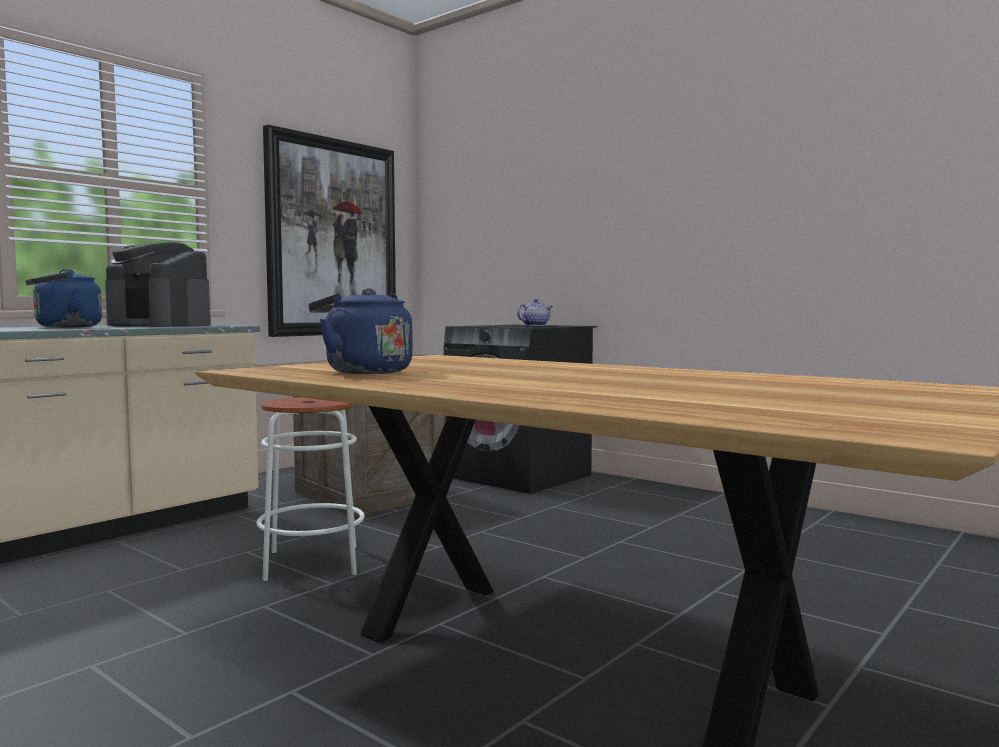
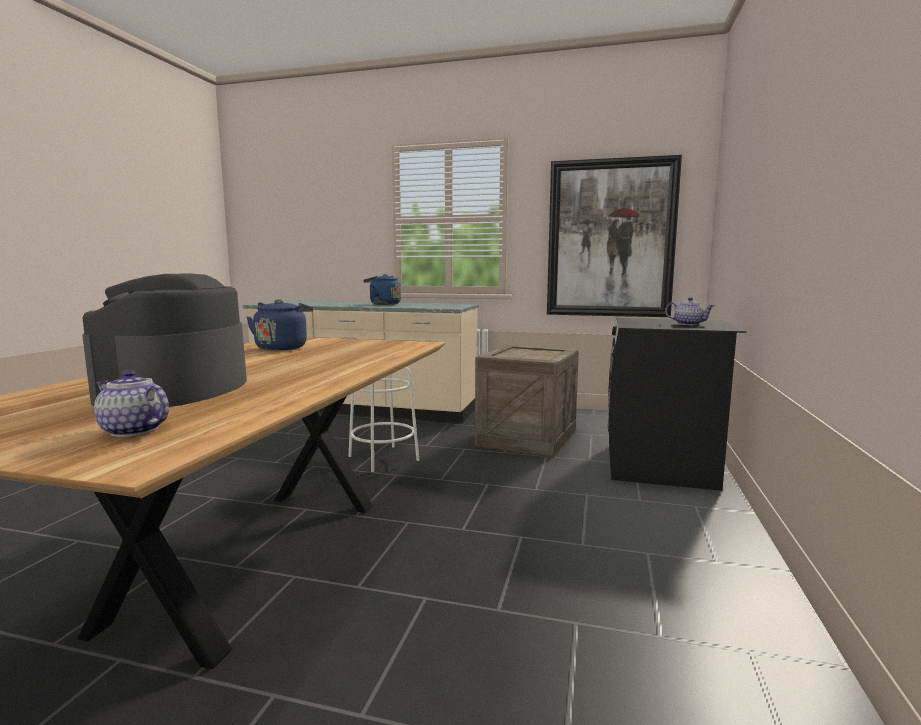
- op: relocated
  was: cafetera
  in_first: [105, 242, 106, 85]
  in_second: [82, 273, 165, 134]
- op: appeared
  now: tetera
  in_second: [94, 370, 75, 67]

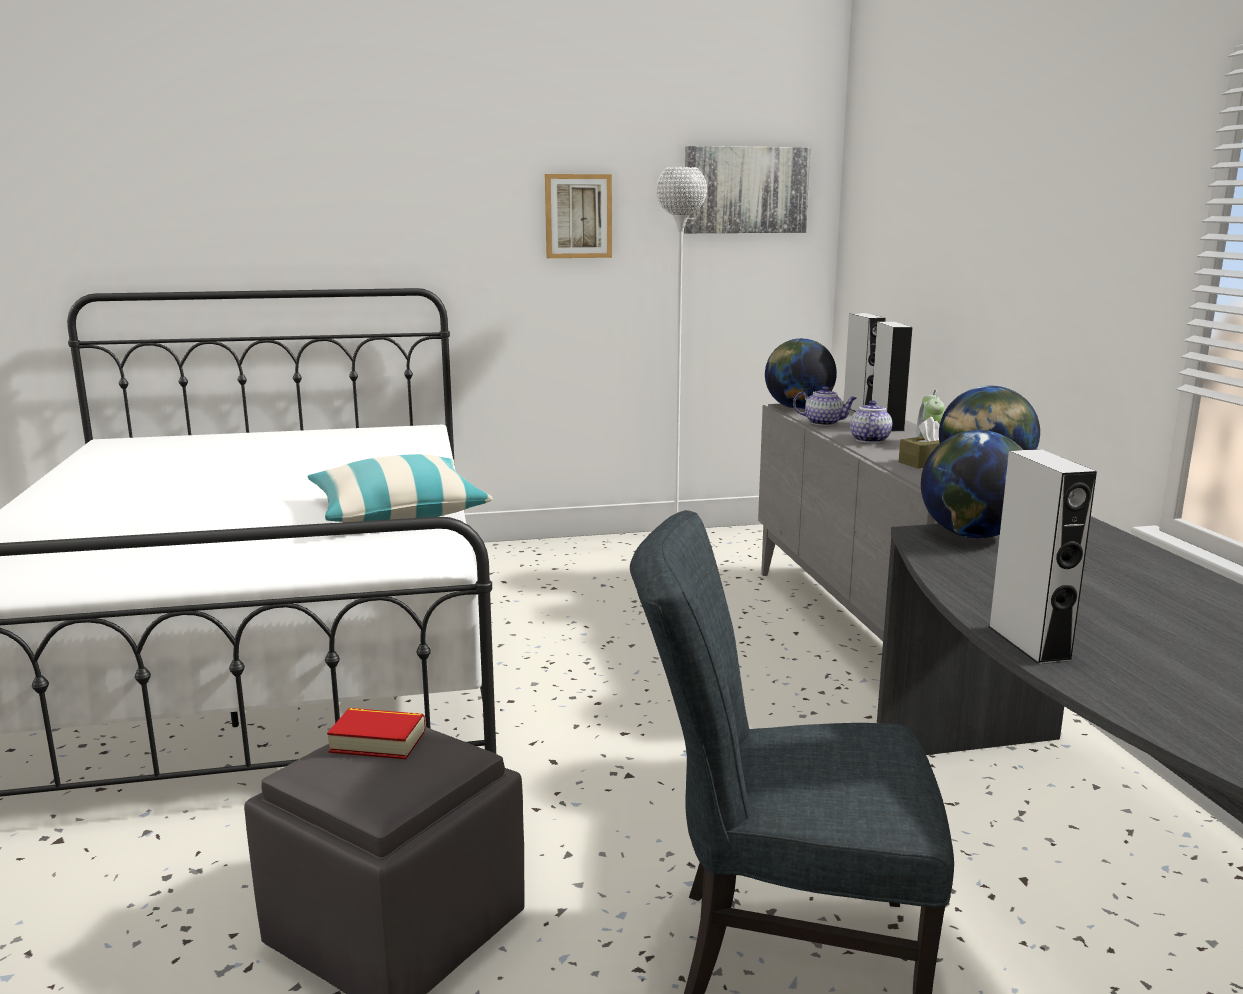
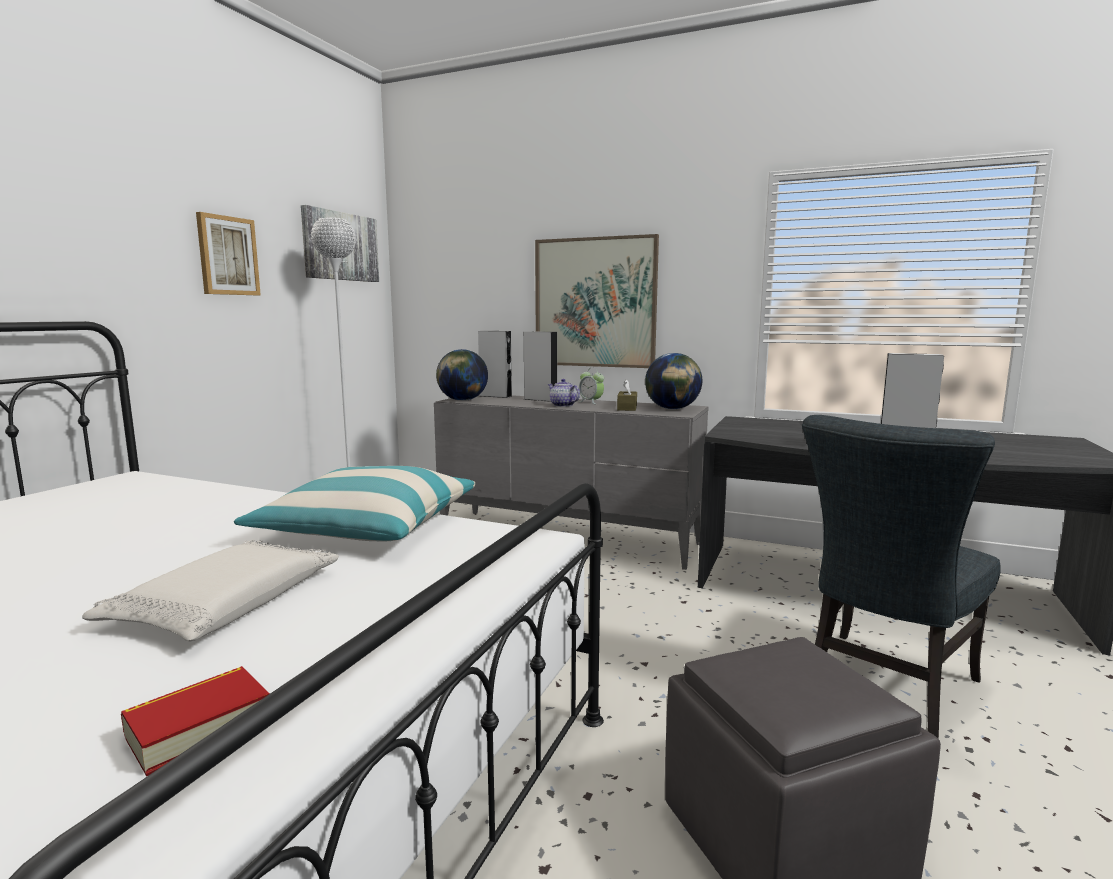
- op: missing
  was: tetera
  in_first: [793, 386, 64, 40]
- op: missing
  was: globo terráqueo
  in_first: [921, 430, 102, 108]
- op: relocated
  was: libro
  in_first: [327, 708, 98, 51]
  in_second: [121, 666, 149, 110]
- op: appeared
  now: cuadro
  in_second: [535, 234, 124, 134]
- op: appeared
  now: cojín (blanco)
  in_second: [82, 540, 257, 101]

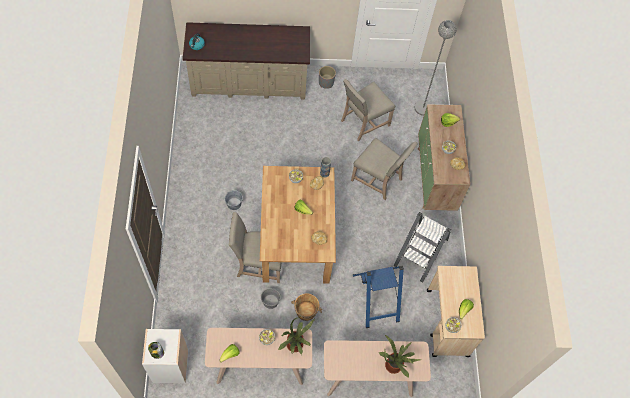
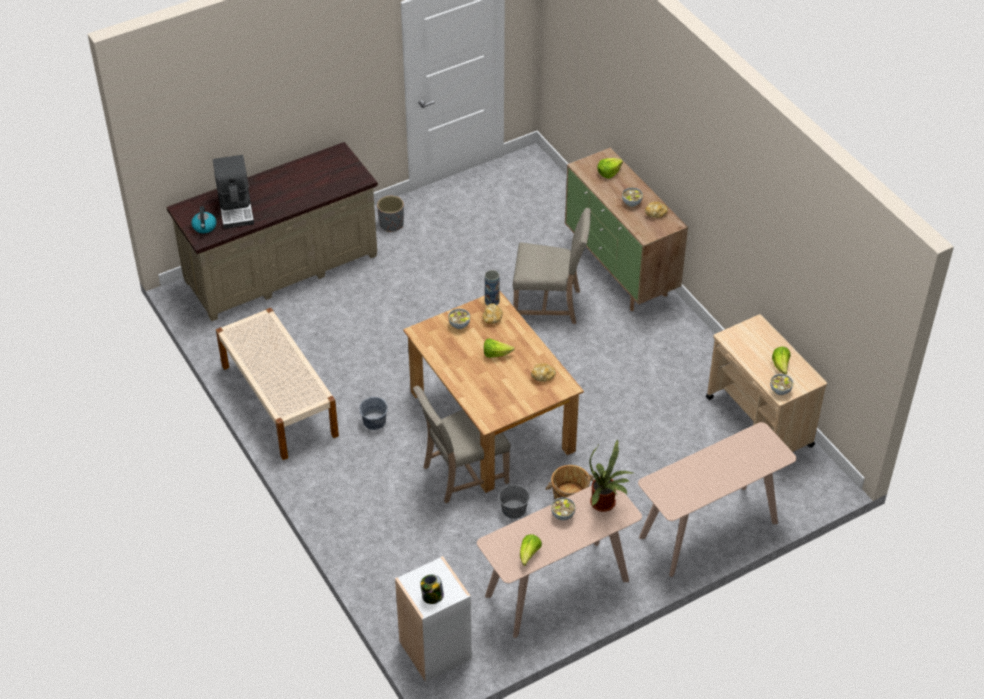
- op: missing
  was: lámpara de pie (gris)
  in_first: [415, 20, 42, 96]
- op: missing
  was: silla (beis)
  in_first: [341, 79, 54, 62]
- op: missing
  was: escalera de tijera (gris)
  in_first: [393, 212, 58, 71]
- op: missing
  was: escalera de tijera (azul)
  in_first: [353, 266, 51, 62]
- op: missing
  was: planta en maceta
  in_first: [379, 335, 42, 43]
- op: appeared
  now: cafetera
  in_second: [213, 155, 41, 74]
- op: appeared
  now: banco (beis)
  in_second: [216, 308, 123, 152]

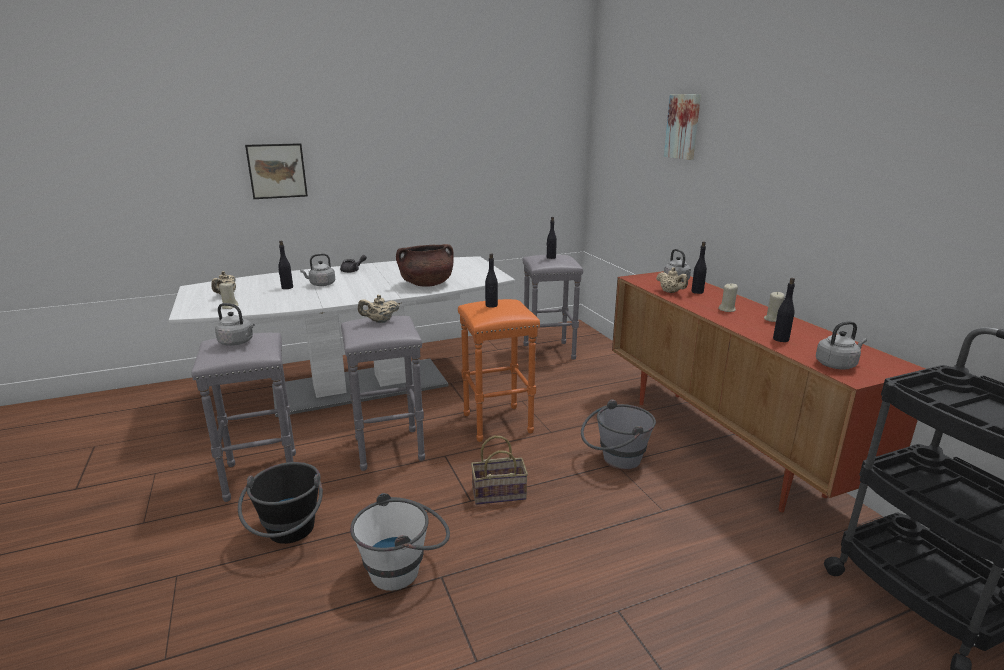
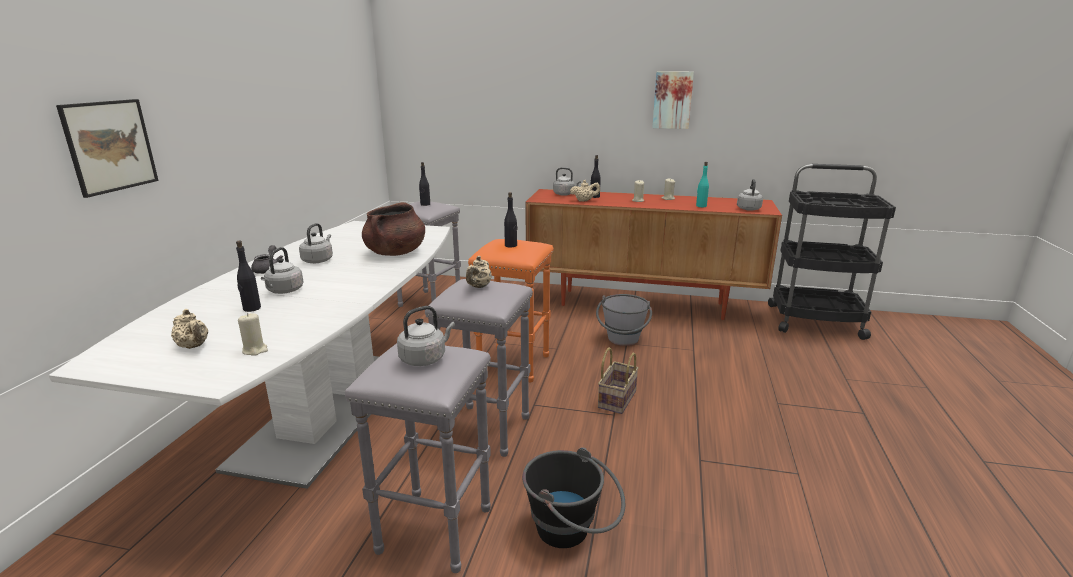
- op: relocated
  was: cuadro
  in_first: [664, 94, 37, 66]
  in_second: [652, 71, 42, 58]
- op: colour
  was: botella (negro)
  now: botella (turquesa)
  in_first: [773, 278, 22, 64]
  in_second: [696, 162, 13, 45]
- op: missing
  was: cubo (blanco)
  in_first: [350, 493, 100, 98]
- op: appeared
  now: hervidor (gris)
  in_second: [299, 223, 34, 40]

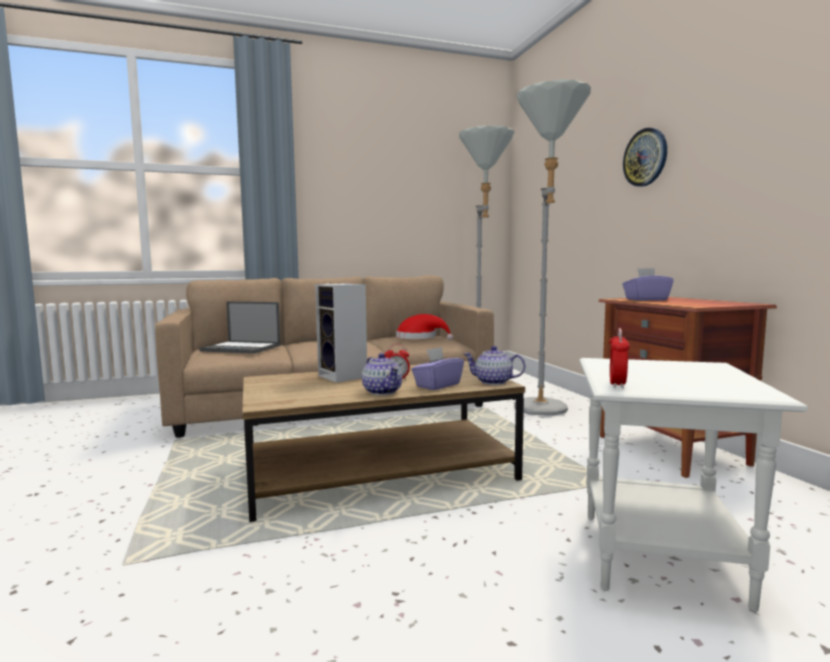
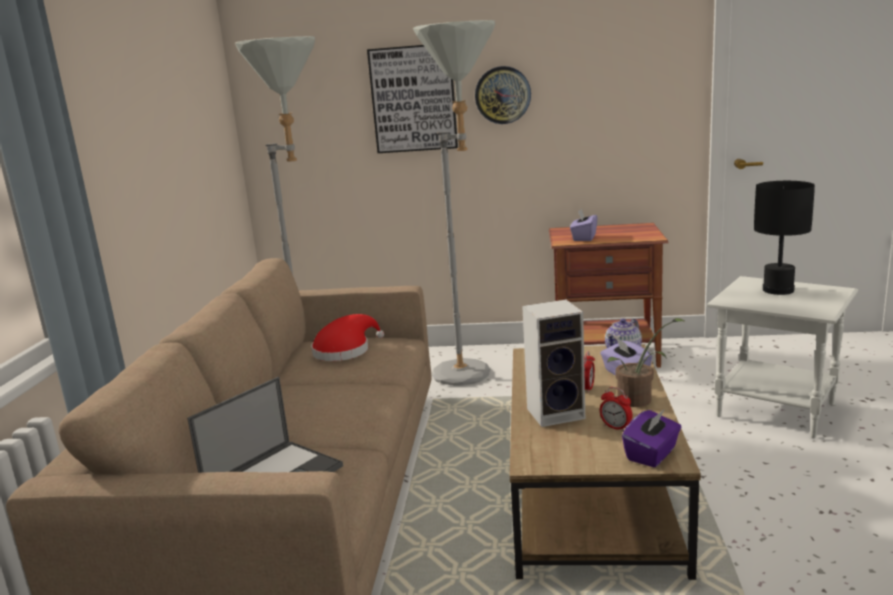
- op: relocated
  was: despertador
  in_first: [609, 328, 21, 60]
  in_second: [600, 387, 32, 44]
- op: exchanged
  was: tetera
  now: planta en maceta
  in_first: [362, 353, 40, 42]
  in_second: [607, 318, 79, 89]
- op: appeared
  now: cuadro
  in_second: [367, 45, 91, 108]
- op: appeared
  now: lámpara de mesa (negro)
  in_second: [754, 181, 61, 114]
- op: appeared
  now: caja de pañuelos (morado)
  in_second: [622, 409, 59, 58]

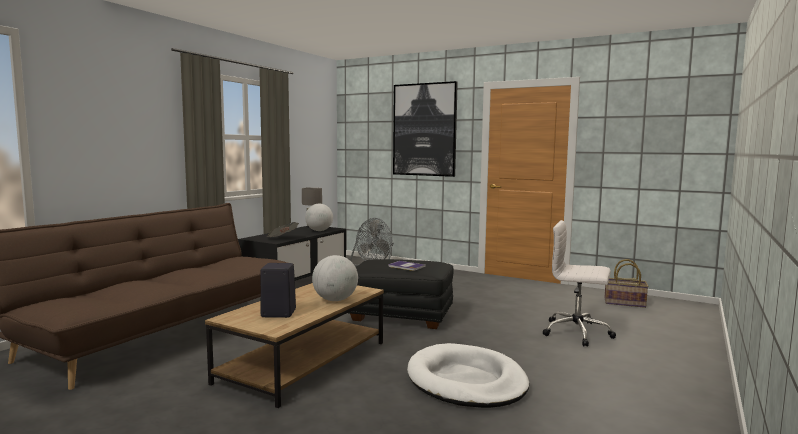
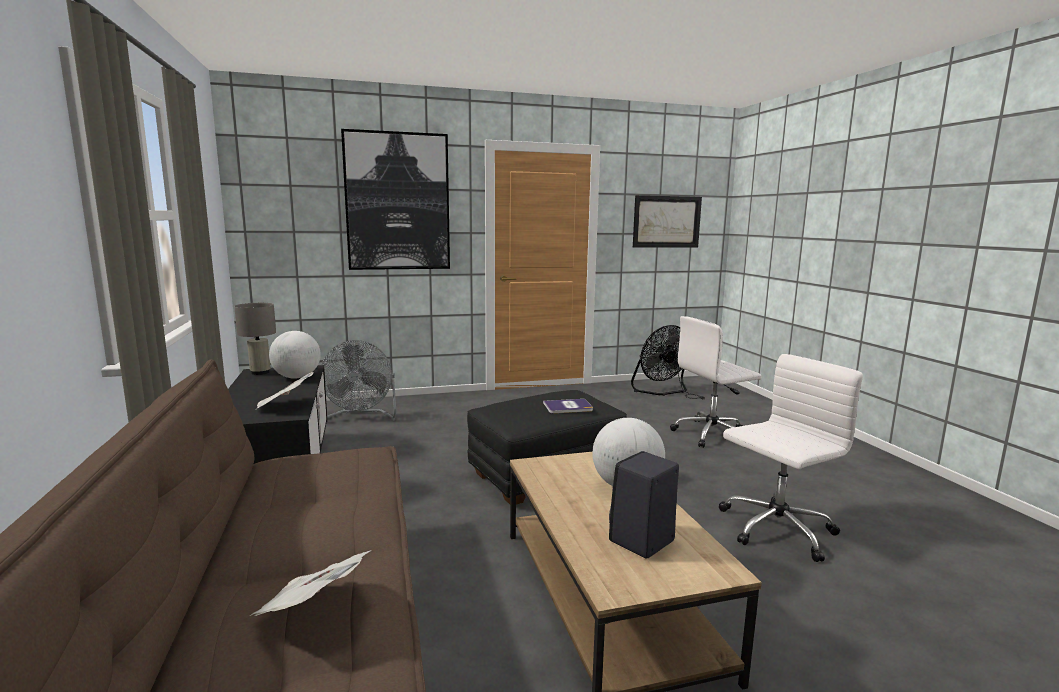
- op: exchanged
  was: cesta
  now: ventilador (negro)
  in_first: [604, 259, 45, 49]
  in_second: [631, 325, 74, 74]
- op: exchanged
  was: cama para perro (blanco)
  now: silla de oficina (blanco)
  in_first: [407, 343, 122, 65]
  in_second: [719, 354, 144, 208]
- op: appeared
  now: cuadro
  in_second: [633, 195, 69, 53]
- op: appeared
  now: periódico
  in_second: [250, 551, 120, 65]

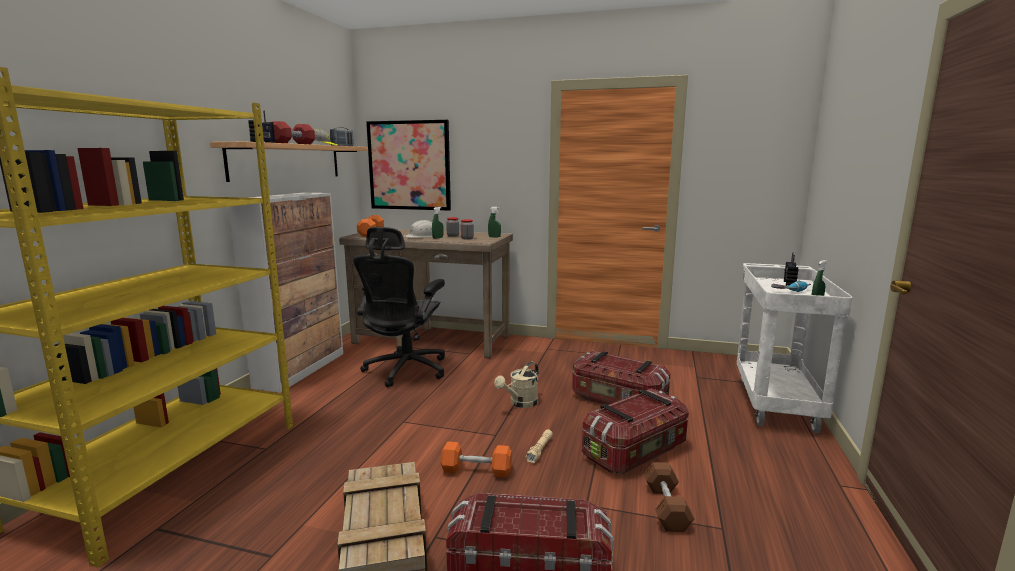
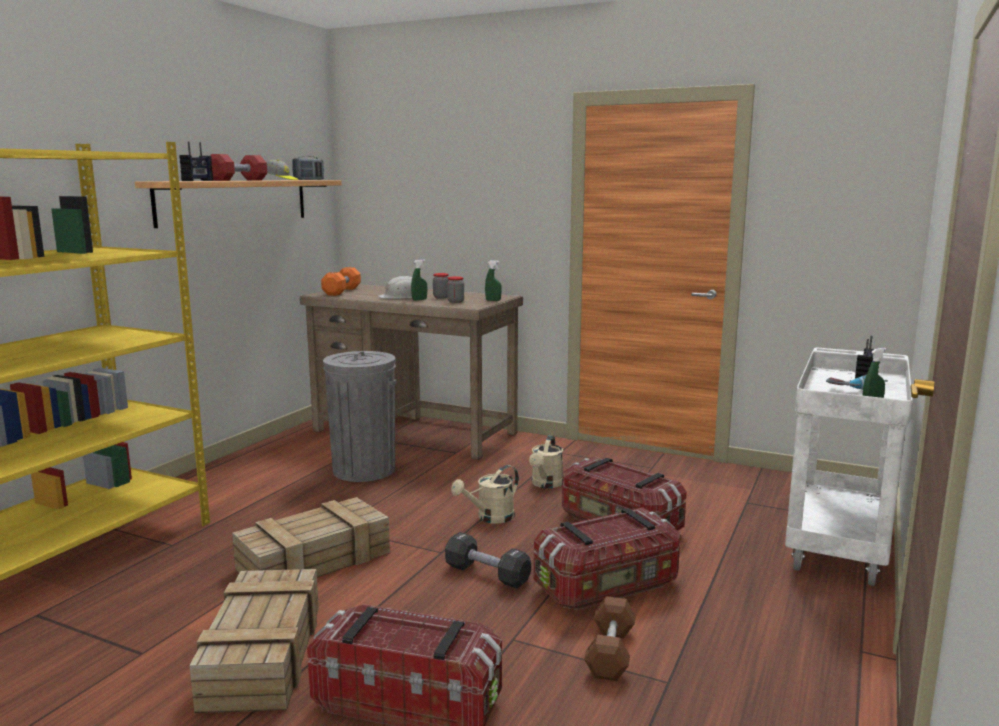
- op: missing
  was: cuadro
  in_first: [366, 120, 85, 91]
- op: missing
  was: armario
  in_first: [229, 193, 114, 200]
- op: exchanged
  was: silla de oficina
  now: papelera (gris)
  in_first: [353, 227, 92, 160]
  in_second: [323, 351, 73, 131]
- op: exchanged
  was: linterna (beis)
  now: mancuerna (negro)
  in_first: [525, 429, 28, 35]
  in_second: [445, 532, 86, 57]
- op: missing
  was: mancuerna (naranja)
  in_first: [440, 441, 72, 37]
- op: appeared
  now: regadera (beis)
  in_second: [529, 435, 34, 53]
- op: appeared
  now: caja de embalaje
  in_second: [232, 497, 158, 80]

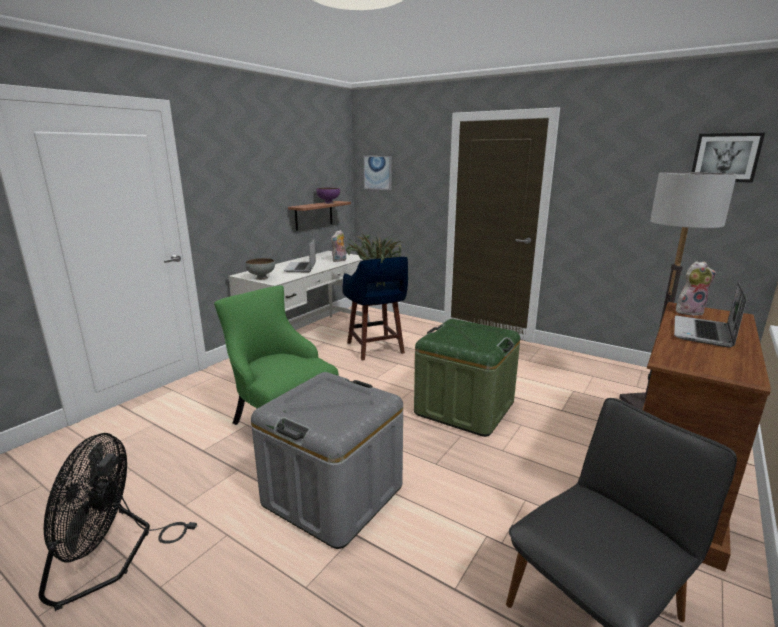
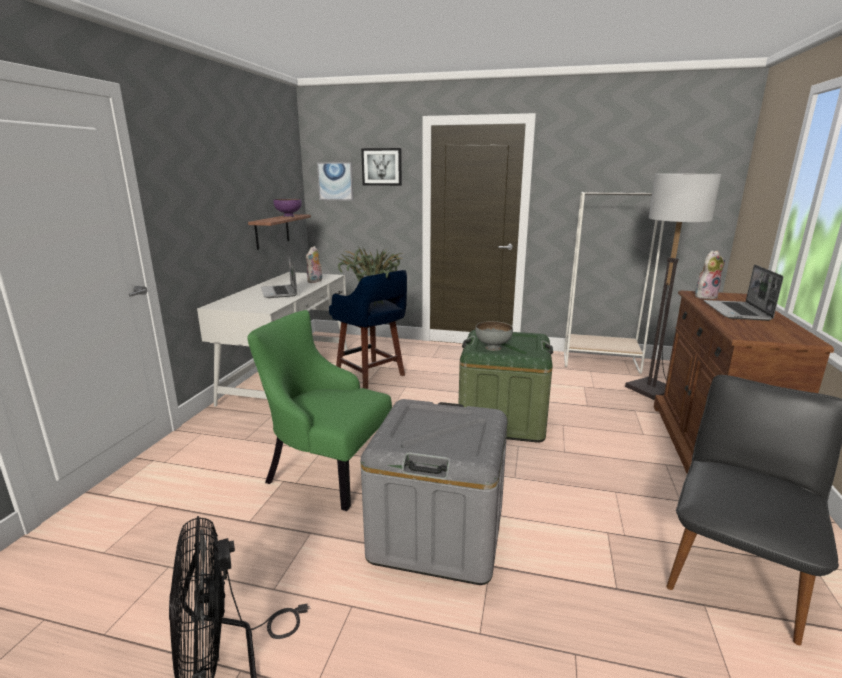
- op: relocated
  was: cuadro
  in_first: [692, 133, 73, 50]
  in_second: [361, 148, 41, 38]
- op: relocated
  was: cuenco (gris)
  in_first: [245, 258, 30, 22]
  in_second: [475, 321, 38, 30]
- op: appeared
  now: perchero
  in_second: [564, 192, 100, 182]

